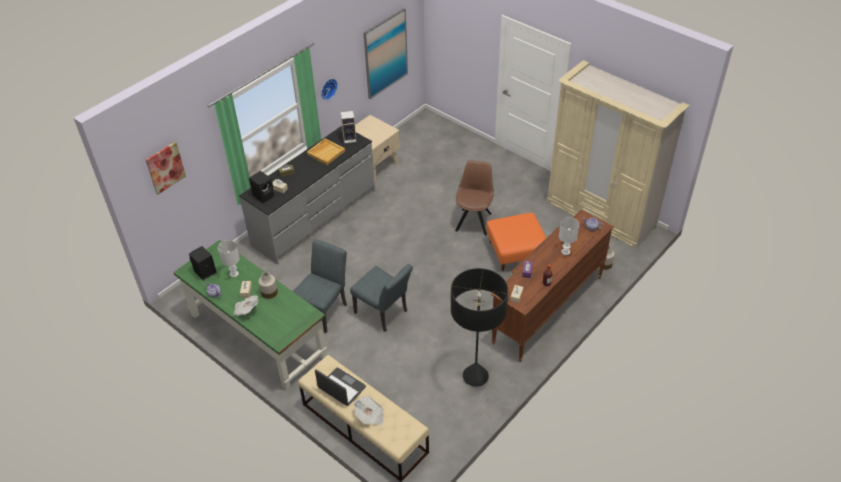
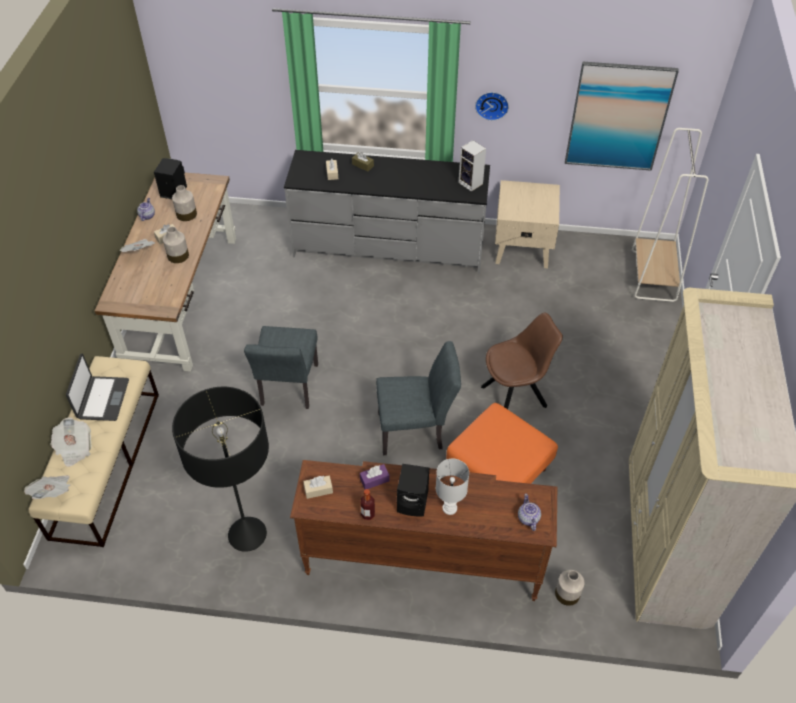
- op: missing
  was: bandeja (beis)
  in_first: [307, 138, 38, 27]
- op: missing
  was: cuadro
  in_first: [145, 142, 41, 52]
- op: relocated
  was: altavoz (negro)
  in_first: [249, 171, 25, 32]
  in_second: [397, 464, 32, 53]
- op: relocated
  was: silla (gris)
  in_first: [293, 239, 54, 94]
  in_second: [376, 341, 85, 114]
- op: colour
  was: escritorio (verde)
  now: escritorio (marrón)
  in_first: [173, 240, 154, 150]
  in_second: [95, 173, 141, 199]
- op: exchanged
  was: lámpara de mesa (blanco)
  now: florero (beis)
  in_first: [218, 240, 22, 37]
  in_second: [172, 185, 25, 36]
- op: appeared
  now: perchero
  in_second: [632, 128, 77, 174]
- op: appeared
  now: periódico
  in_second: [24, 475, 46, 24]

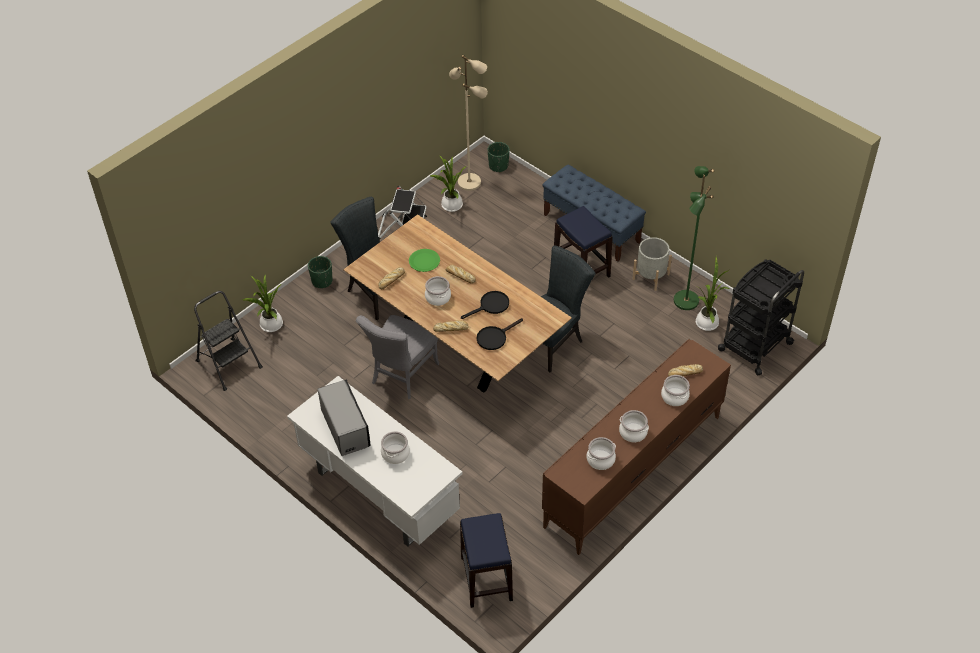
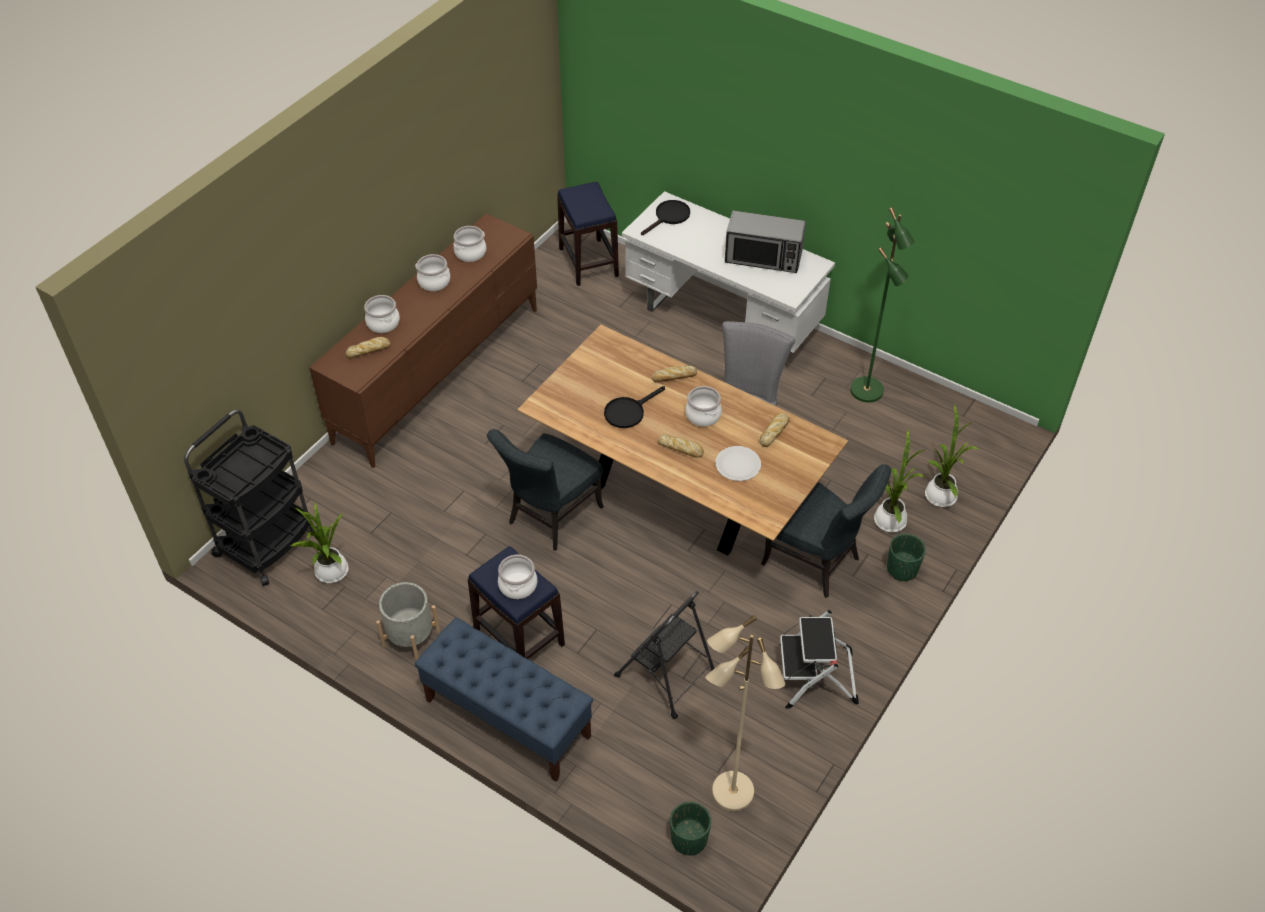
- op: relocated
  was: planta en maceta
  in_first: [430, 155, 36, 57]
  in_second: [874, 429, 51, 103]
- op: relocated
  was: lámpara de pie (verde)
  in_first: [674, 166, 41, 144]
  in_second: [850, 207, 65, 195]
- op: colour
  was: plato (verde)
  now: plato (blanco)
  in_first: [409, 249, 31, 23]
  in_second: [716, 446, 45, 35]
- op: relocated
  was: escalera de tijera (negro)
  in_first: [194, 291, 69, 100]
  in_second: [614, 591, 100, 128]
- op: relocated
  was: sartén (negro)
  in_first: [477, 318, 46, 32]
  in_second: [641, 200, 49, 35]
- op: spun
  was: microondas
  in_first: [318, 379, 53, 77]
  in_second: [725, 211, 81, 62]
  clockwise: -45
- op: relocated
  was: olla
  in_first: [381, 431, 29, 33]
  in_second: [498, 555, 39, 44]

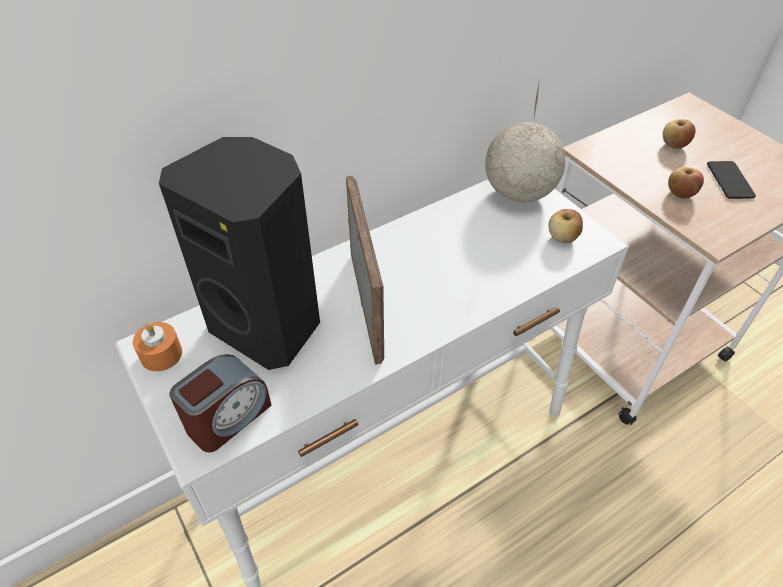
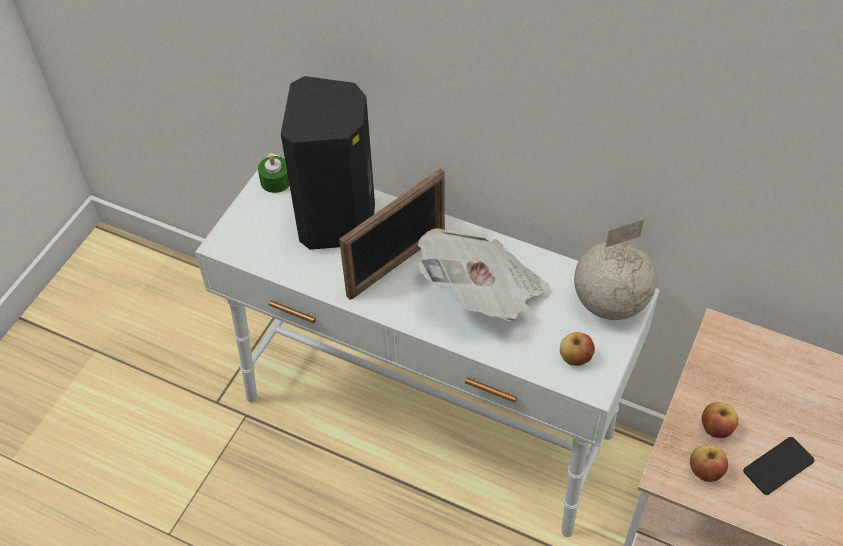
- op: relocated
  was: manzana
  in_first: [663, 119, 33, 30]
  in_second: [690, 444, 38, 38]
- op: colour
  was: vela (naranja)
  now: vela (verde)
  in_first: [133, 322, 49, 49]
  in_second: [258, 155, 32, 38]
- op: missing
  was: despertador
  in_first: [169, 354, 103, 99]
- op: appeared
  now: periódico
  in_second: [417, 228, 133, 93]

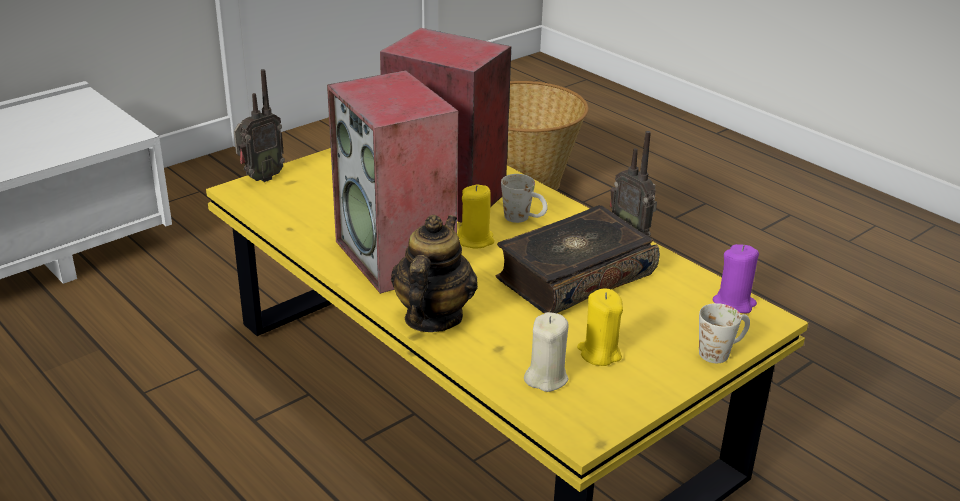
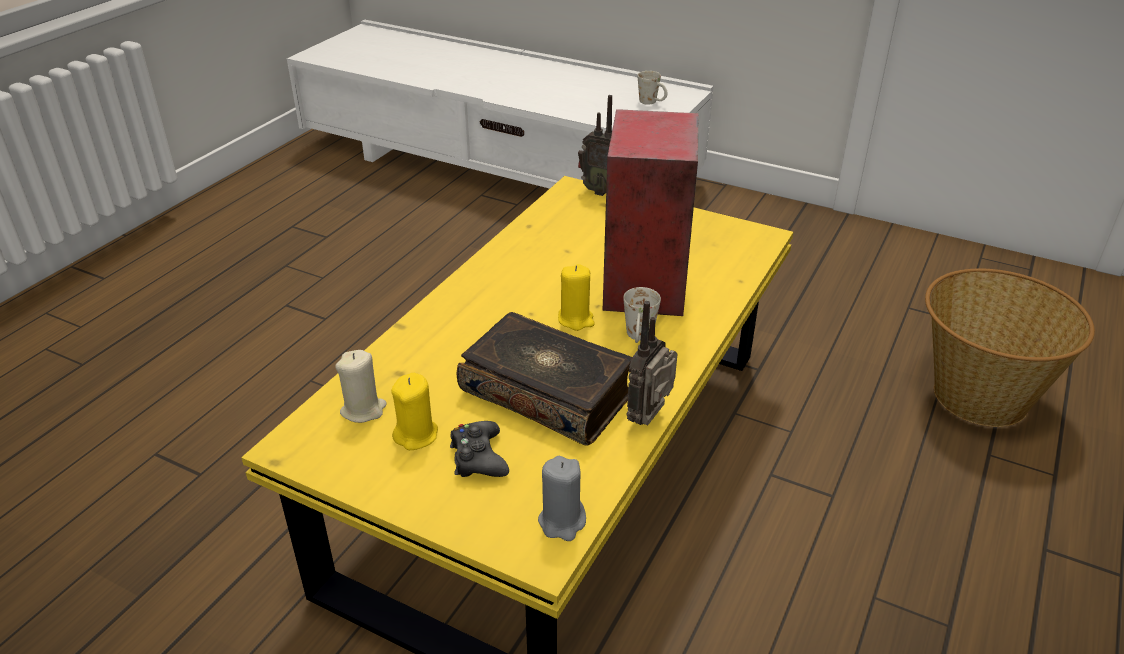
- op: missing
  was: altavoz
  in_first: [327, 70, 131, 224]
- op: missing
  was: tetera
  in_first: [391, 215, 87, 117]
- op: colour
  was: vela (morado)
  now: vela (gris)
  in_first: [713, 244, 46, 70]
  in_second: [538, 456, 48, 85]
- op: relocated
  was: taza grande (blanco)
  in_first: [699, 303, 51, 60]
  in_second: [638, 71, 29, 34]
- op: appeared
  now: mando de consola (negro)
  in_second: [450, 421, 59, 56]

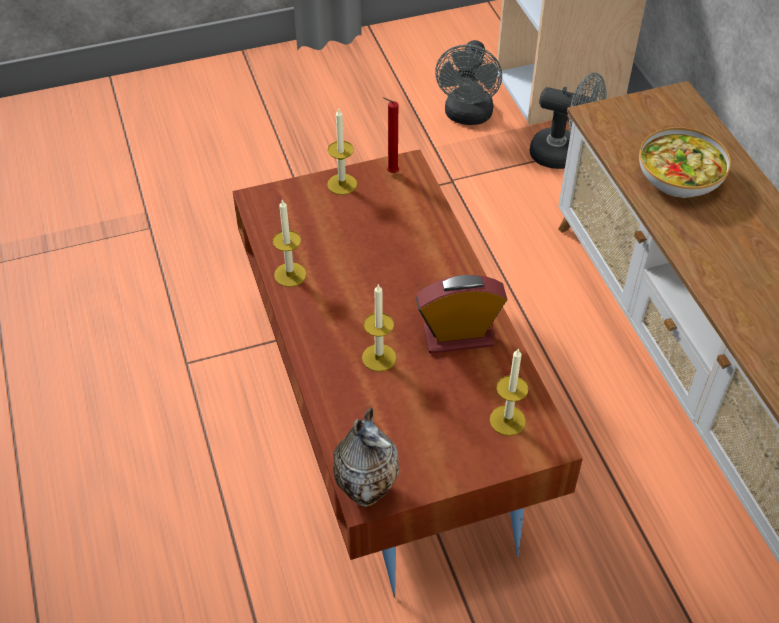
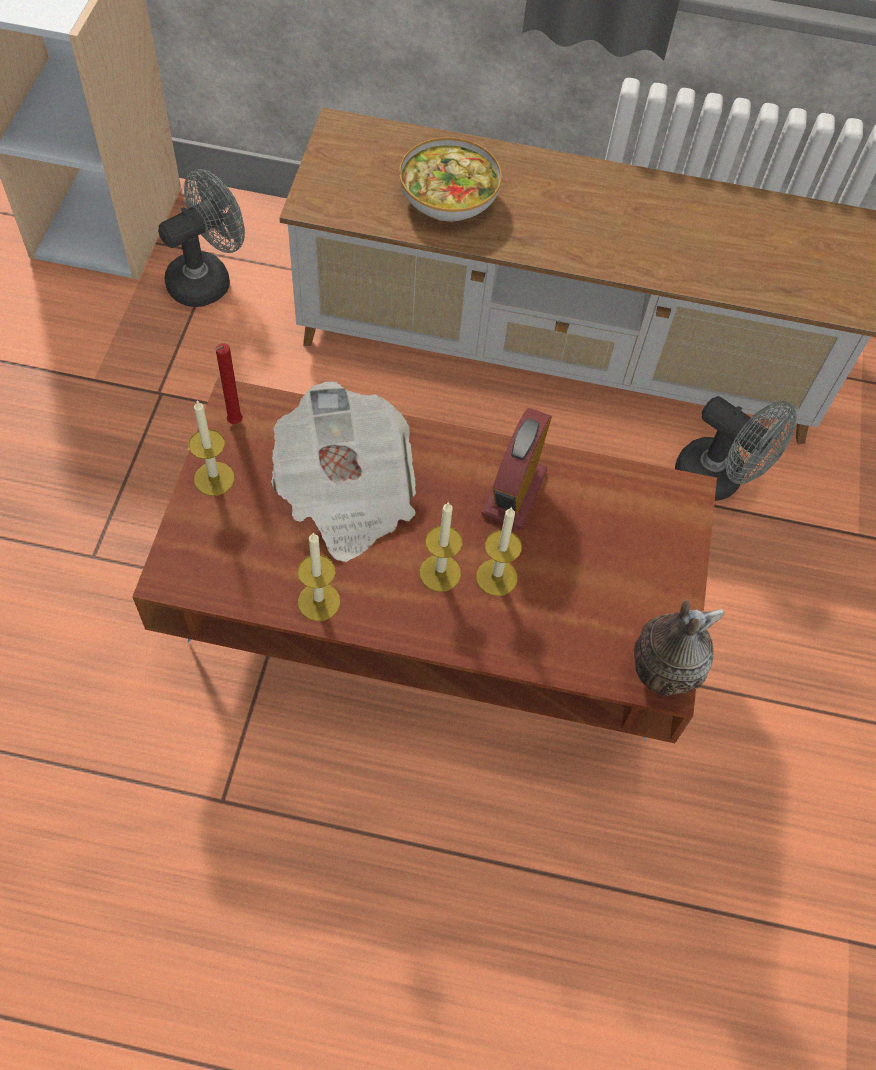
- op: relocated
  was: ventilador (gris)
  in_first: [435, 40, 67, 85]
  in_second: [675, 396, 122, 105]
- op: relocated
  was: vela
  in_first: [490, 348, 38, 88]
  in_second: [420, 502, 42, 90]
- op: appeared
  now: periódico
  in_second: [271, 381, 145, 181]

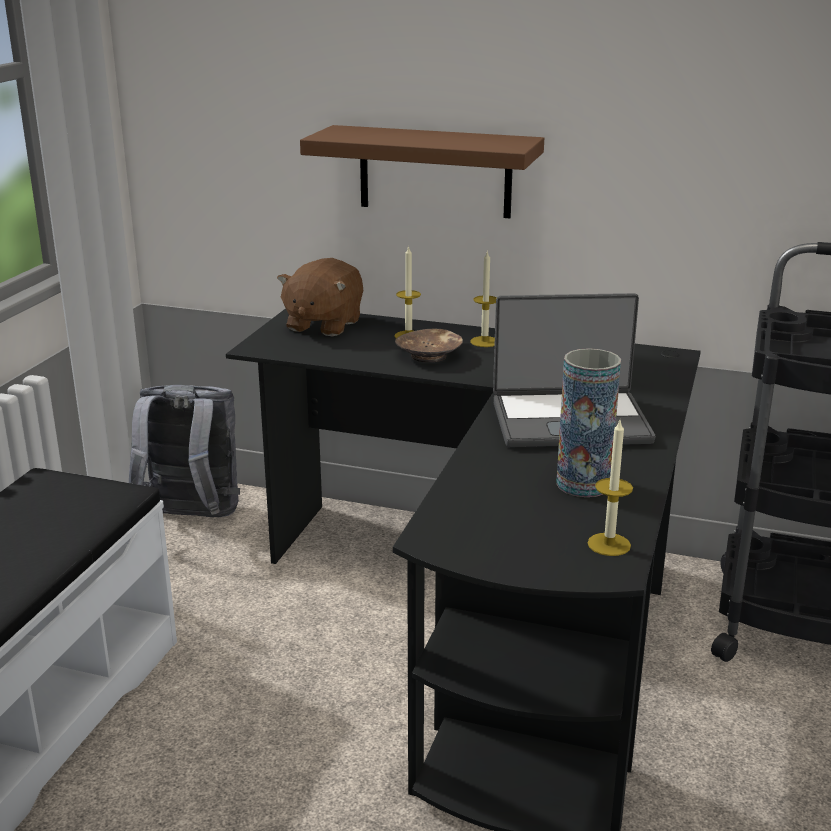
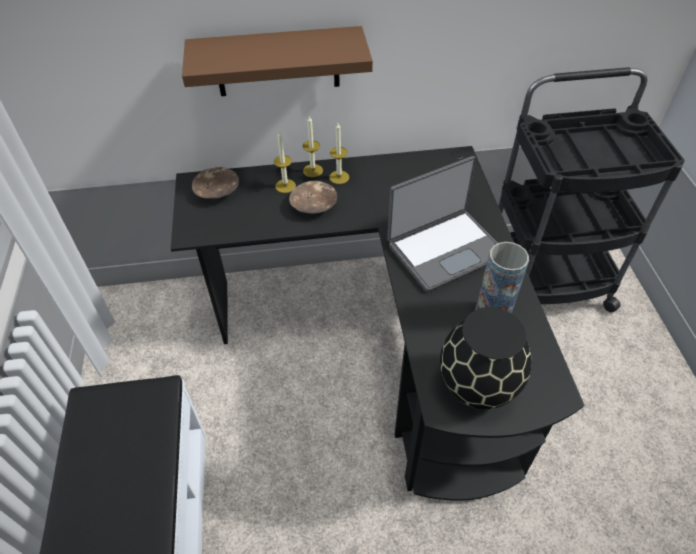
- op: exchanged
  was: peluche (marrón)
  now: cuenco (marrón)
  in_first: [277, 258, 86, 79]
  in_second: [192, 167, 47, 33]
- op: missing
  was: mochila (gris)
  in_first: [129, 385, 111, 132]
- op: relocated
  was: vela
  in_first: [587, 420, 46, 136]
  in_second: [303, 116, 20, 61]
- op: appeared
  now: florero (negro)
  in_second: [440, 307, 92, 103]

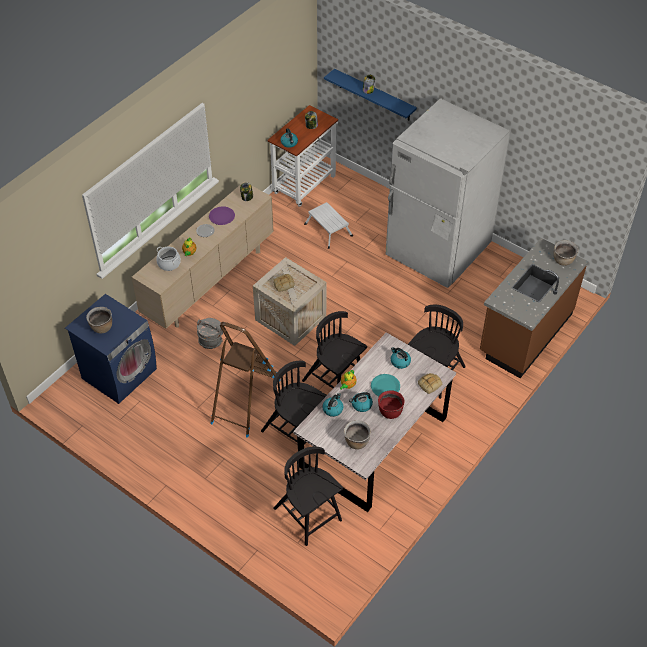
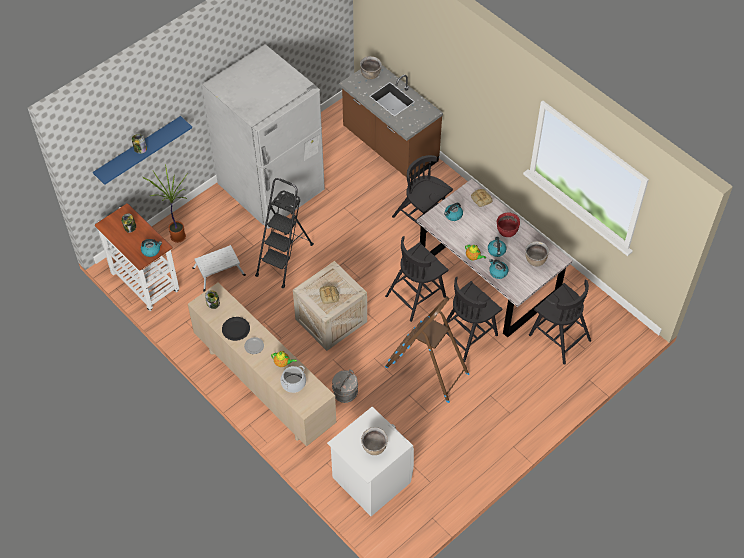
- op: colour
  was: plato (morado)
  now: plato (negro)
  in_first: [209, 206, 26, 19]
  in_second: [222, 317, 28, 24]
- op: colour
  was: lavadora (azul)
  now: lavadora (blanco)
  in_first: [65, 294, 92, 110]
  in_second: [327, 407, 87, 109]
- op: missing
  was: plato (turquesa)
  in_first: [371, 374, 29, 22]
- op: spun
  was: silla (negro)
  in_first: [273, 447, 70, 99]
  in_second: [529, 279, 62, 86]
  clockwise: -105
- op: appeared
  now: planta en maceta
  in_second: [142, 164, 45, 79]
- op: appeared
  now: escalera de tijera
  in_second: [255, 178, 59, 110]

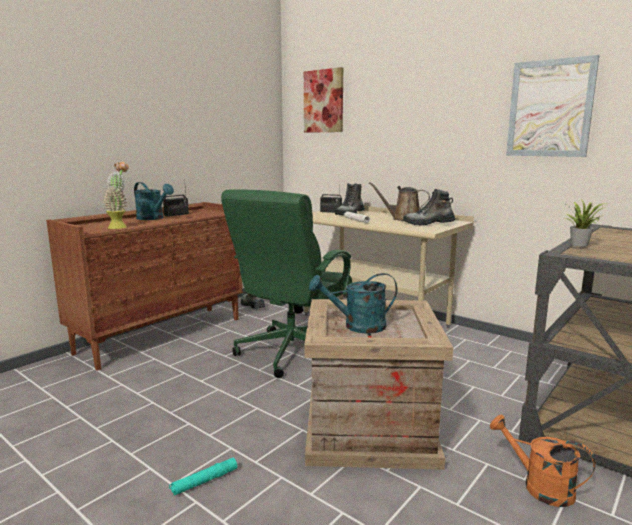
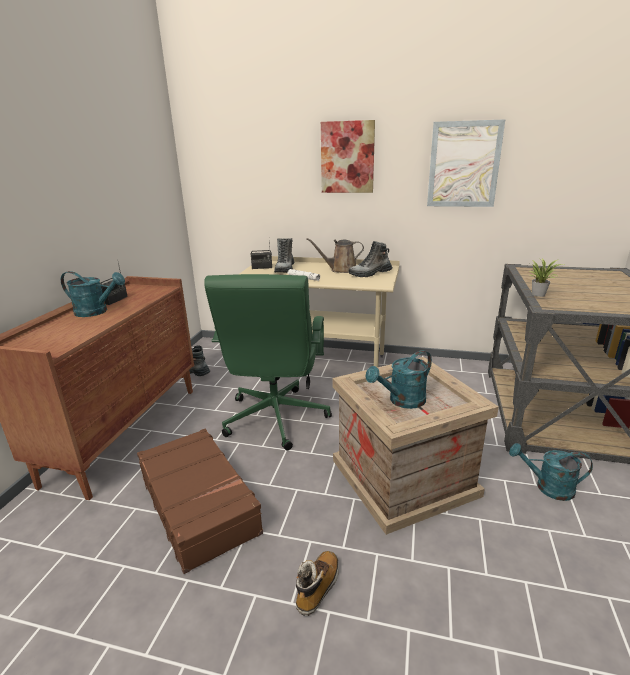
- op: relocated
  was: cuadro
  in_first: [304, 67, 39, 66]
  in_second: [321, 120, 54, 73]
- op: missing
  was: planta en maceta
  in_first: [103, 162, 26, 67]
- op: colour
  was: regadera (naranja)
  now: regadera (turquesa)
  in_first: [490, 414, 106, 93]
  in_second: [509, 443, 84, 58]
- op: exchanged
  was: linterna (turquesa)
  now: bota
  in_first: [169, 458, 68, 37]
  in_second: [296, 551, 43, 65]
- op: appeared
  now: maleta (marrón)
  in_second: [137, 429, 126, 145]

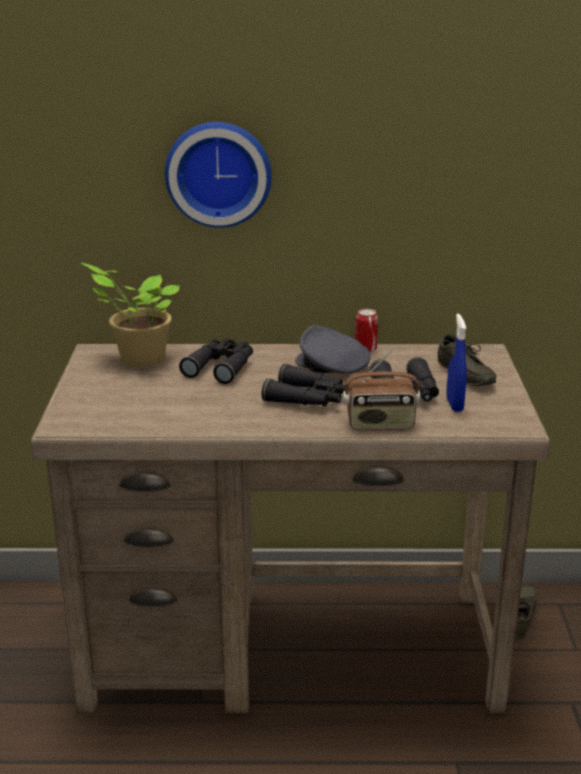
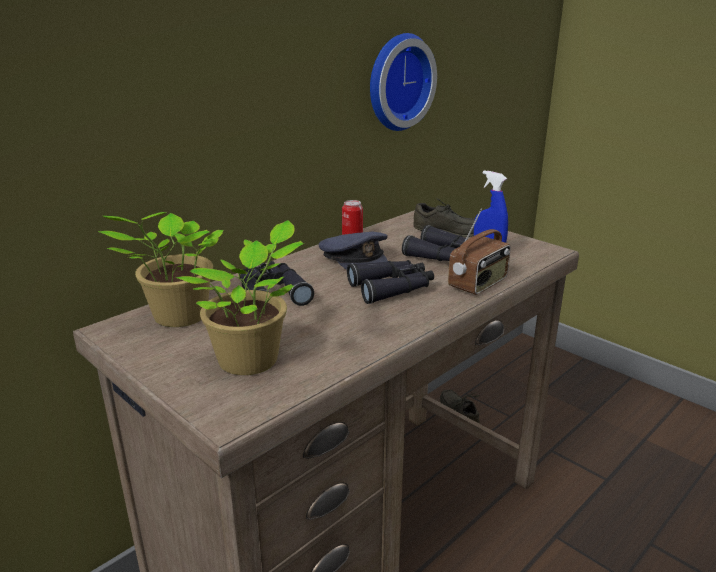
- op: relocated
  was: reloj de pared
  in_first: [165, 122, 107, 106]
  in_second: [370, 33, 67, 98]
- op: spun
  was: gorra (gris)
  in_first: [295, 325, 76, 49]
  in_second: [318, 232, 70, 38]
  clockwise: -120
- op: appeared
  now: planta en maceta
  in_second: [175, 220, 129, 155]

